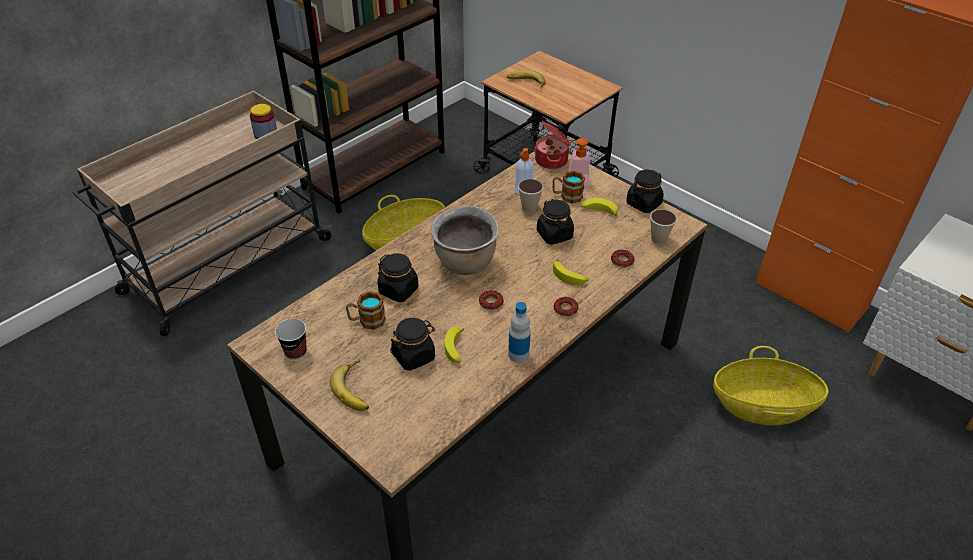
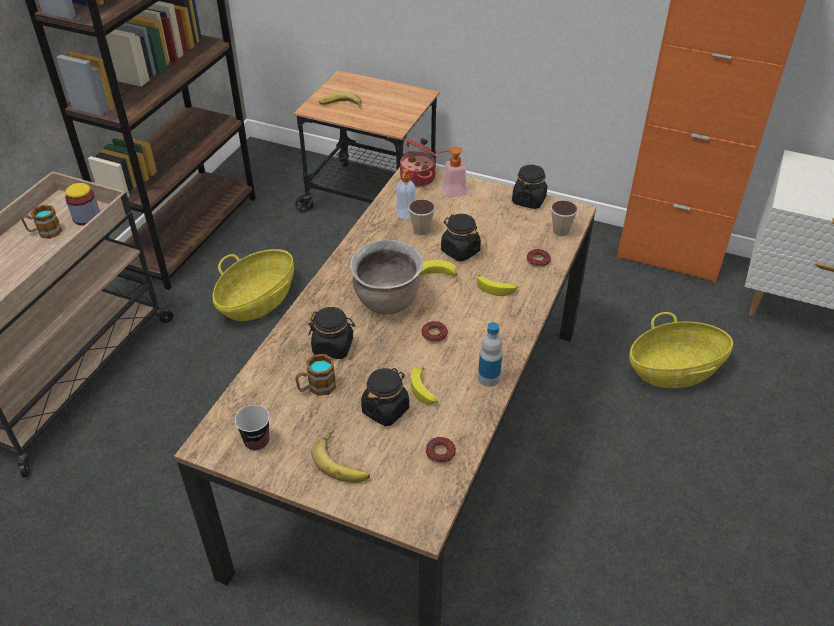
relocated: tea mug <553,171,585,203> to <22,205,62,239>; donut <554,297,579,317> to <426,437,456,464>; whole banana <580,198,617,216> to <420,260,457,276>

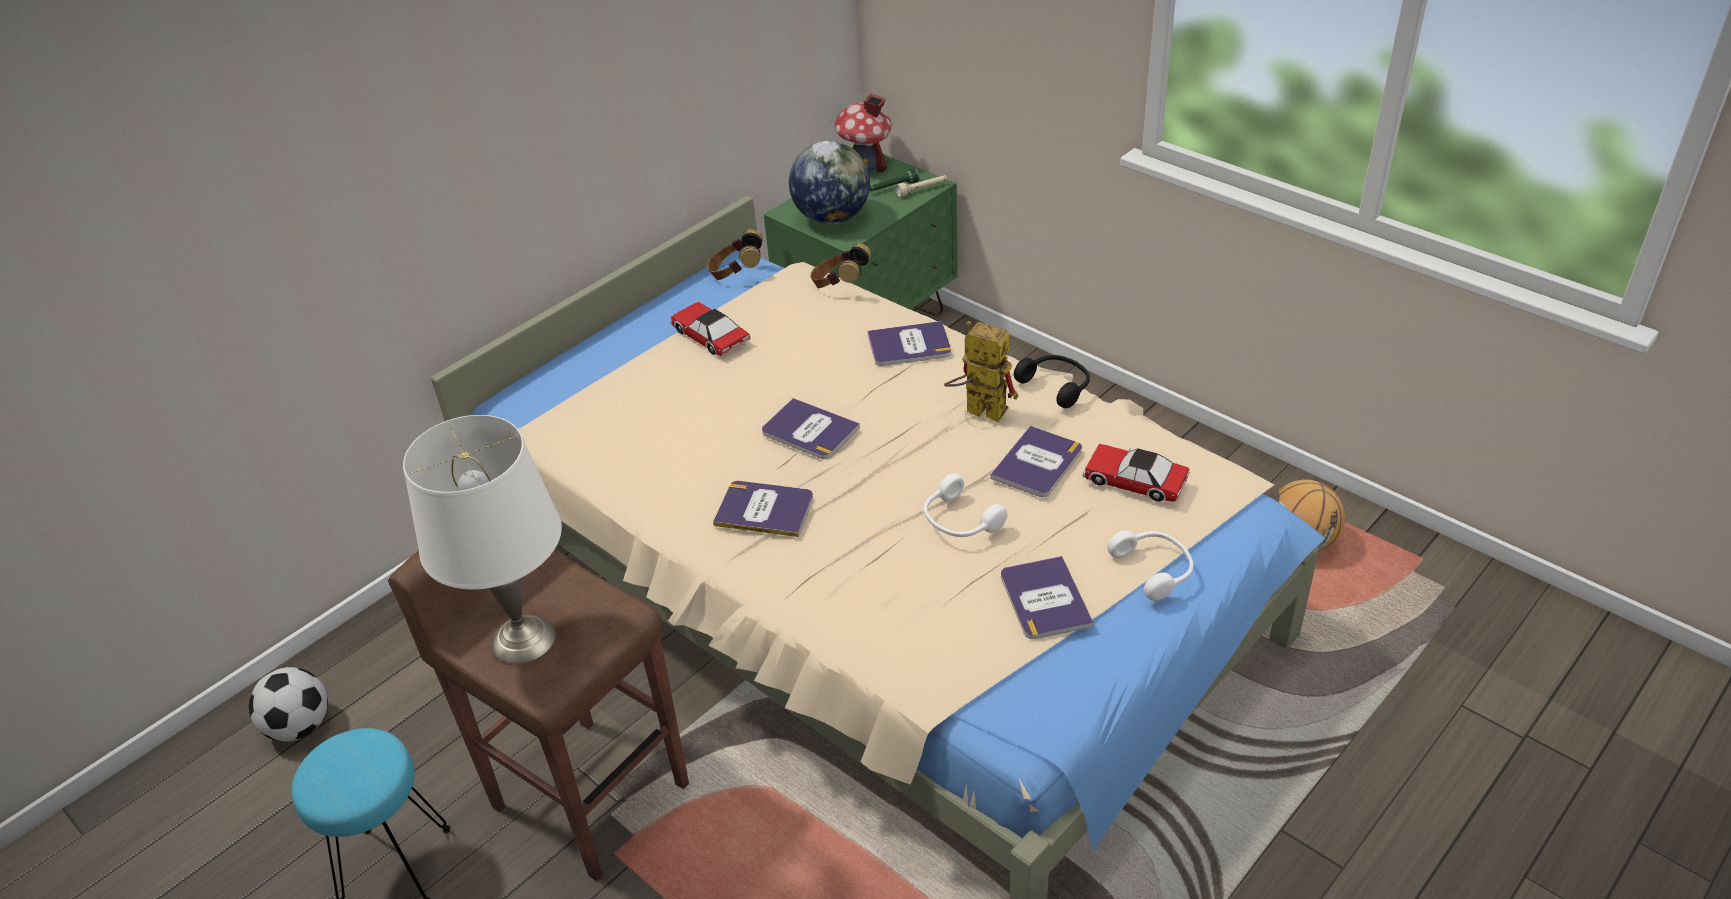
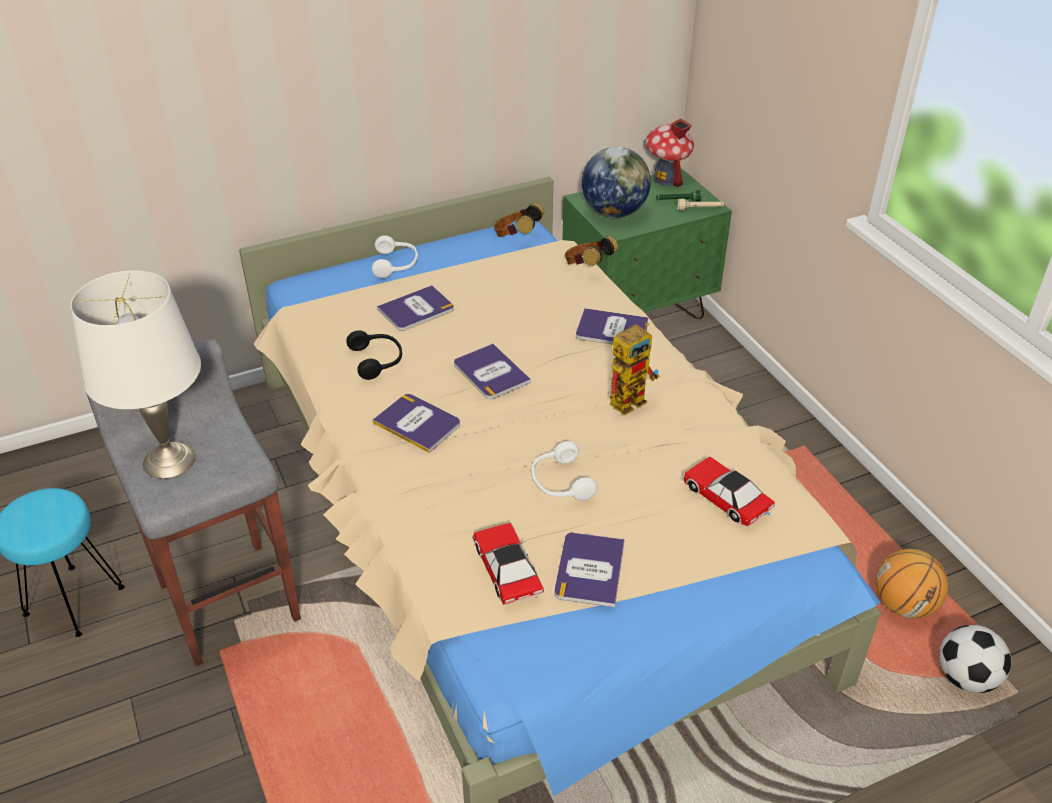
relocated: football <249,667,328,742> to <939,625,1011,693>; toy car <670,302,751,356> to <472,523,544,605>; volume <990,426,1082,497> to <377,285,454,331>; pair of headphones in black-coloured <1014,355,1090,408> to <346,330,402,380>; pair of headphones in whitish <1107,530,1193,601> to <372,235,418,278>
colour: stool in brown <388,547,689,881> to stool in gray <83,339,301,666>
spun: robot figure <944,321,1019,422> = <610,322,659,415> 90 degrees clockwise

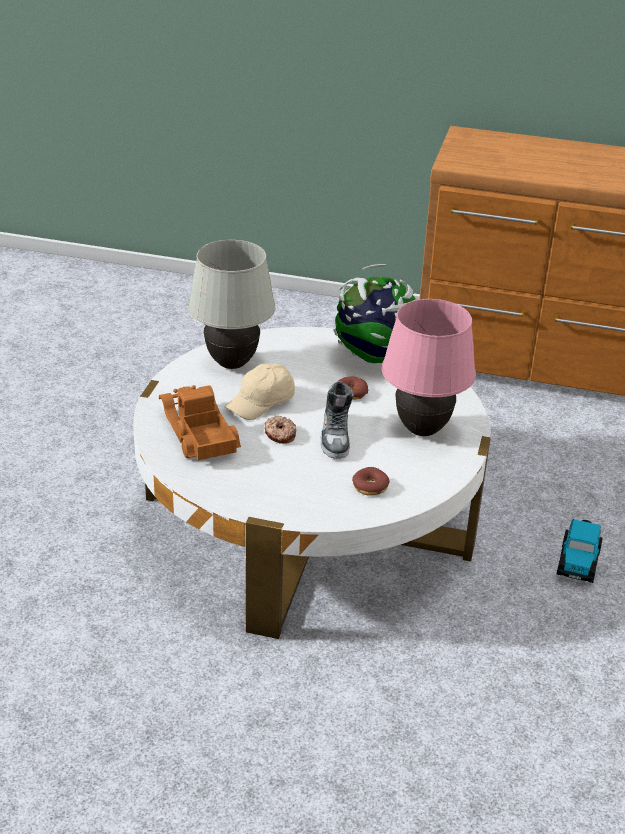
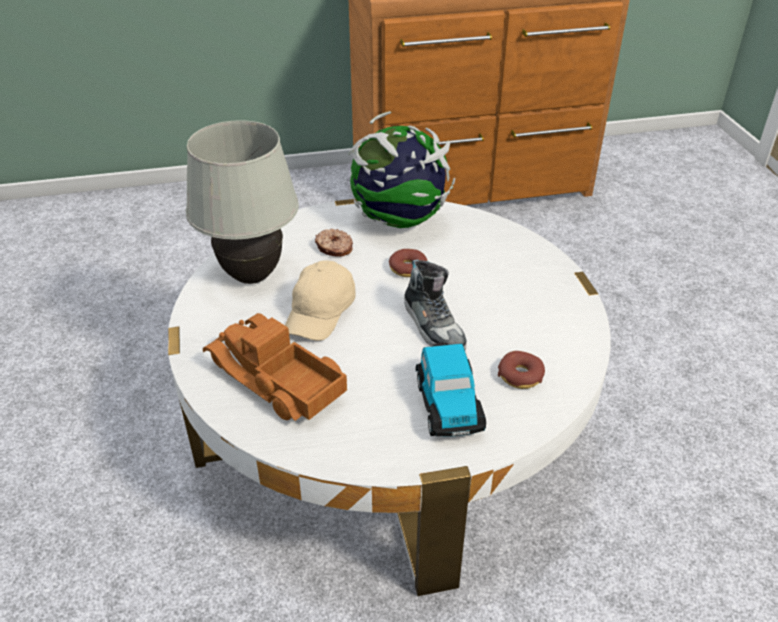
missing: table lamp in pink <382,299,476,436>
relocated: donut <265,416,296,444> to <315,229,353,257>; toy car <557,519,603,583> to <415,342,486,437>

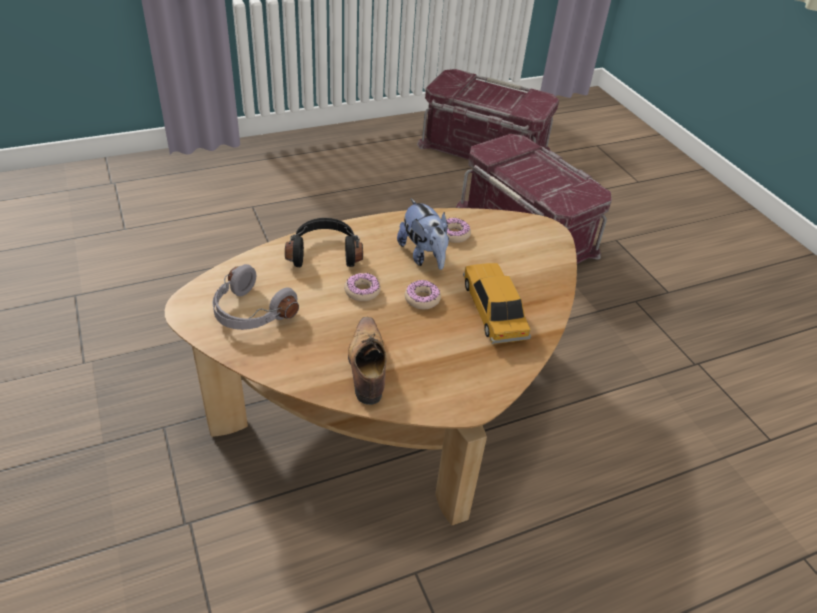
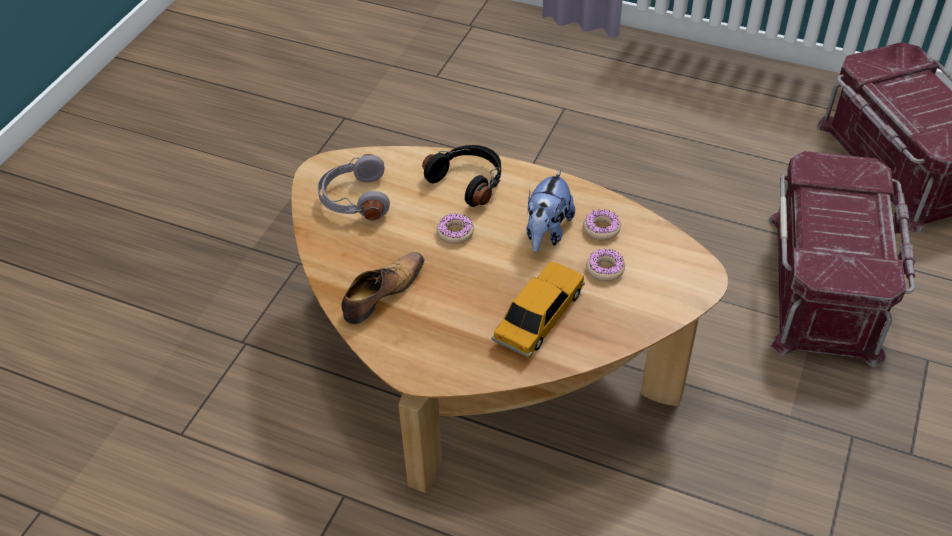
relocated: donut <405,280,441,309> to <586,249,625,281>

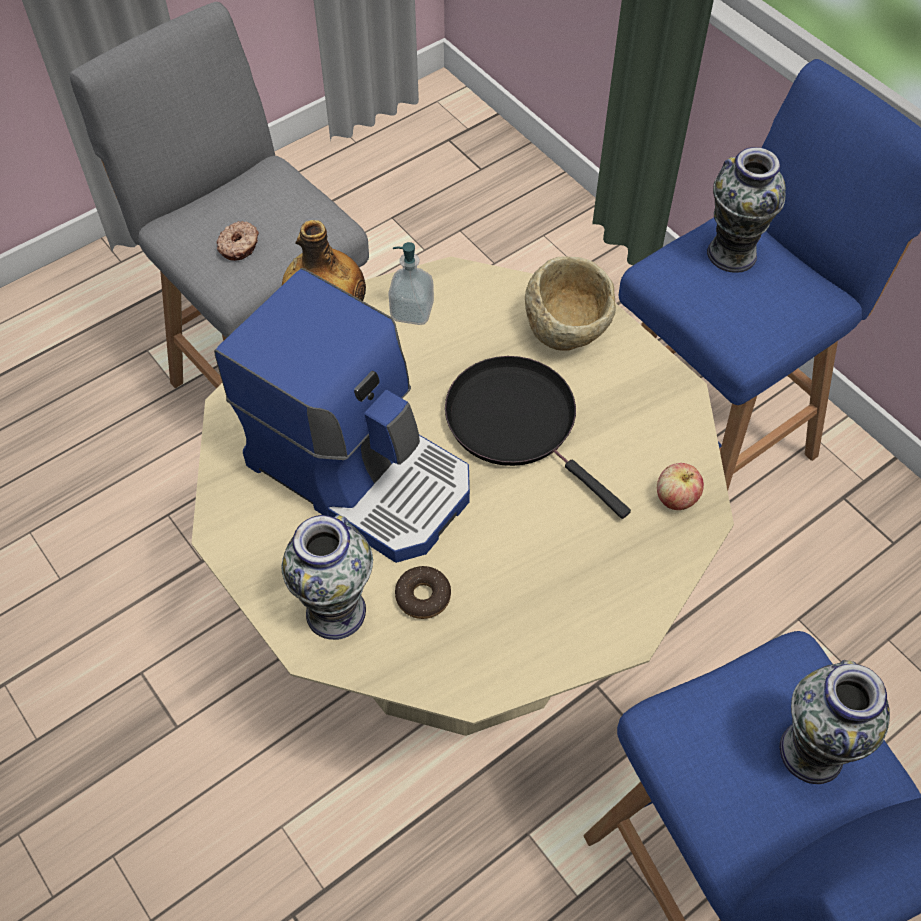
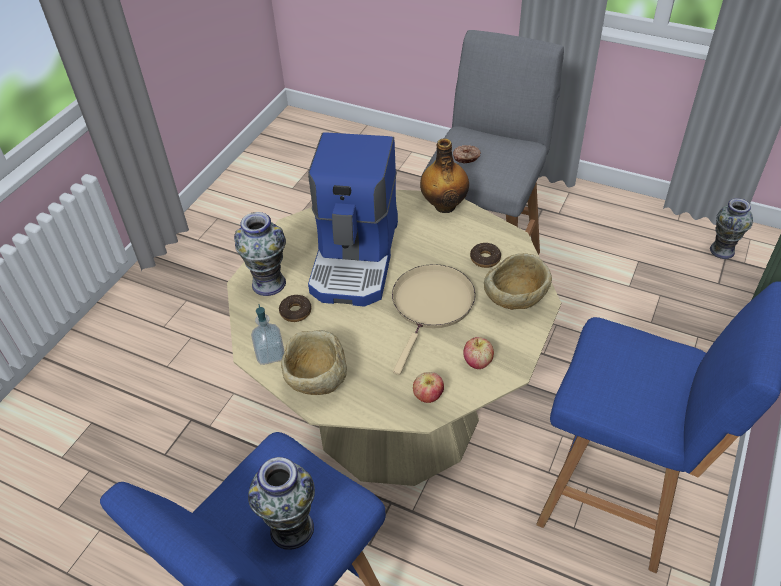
appeared: bowl in beige-coloured <281,330,347,395>; apple fruit <463,337,494,369>; donut <470,243,501,268>
relocated: liquid soap bottle <388,242,434,325> to <251,304,285,365>; decorative vase <707,147,786,273> to <710,198,753,259>
colour: pan in black-coloured <445,356,631,519> to pan in beige-coloured <392,264,475,375>

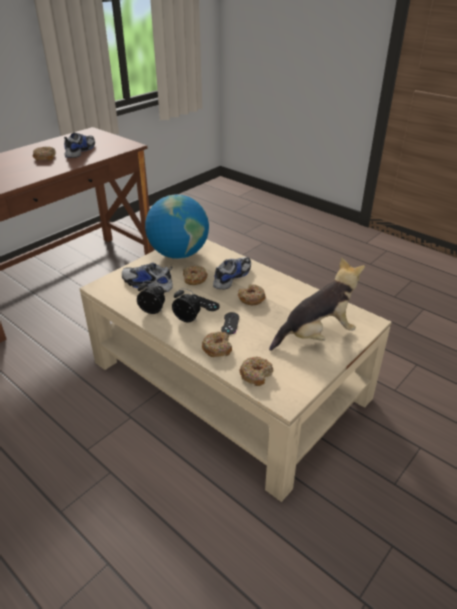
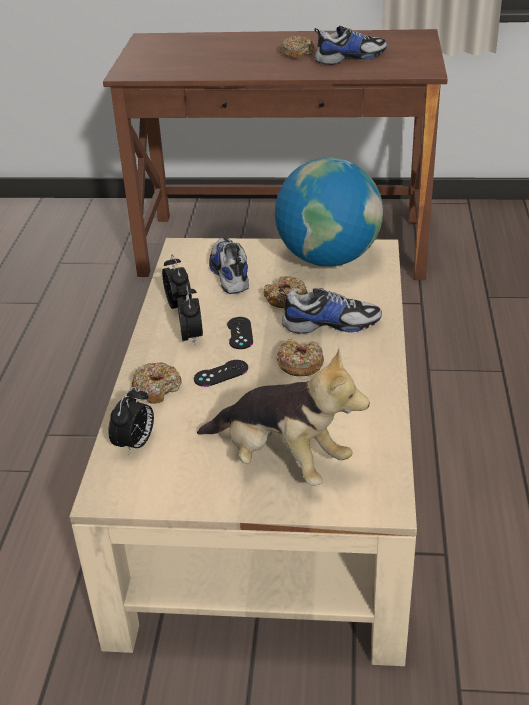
exchanged: donut <239,357,274,386> to alarm clock <108,387,154,455>

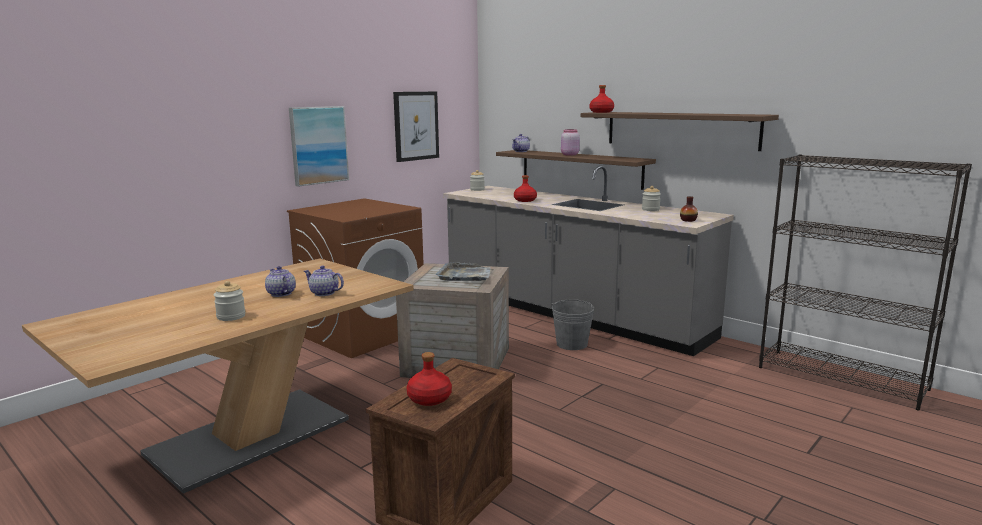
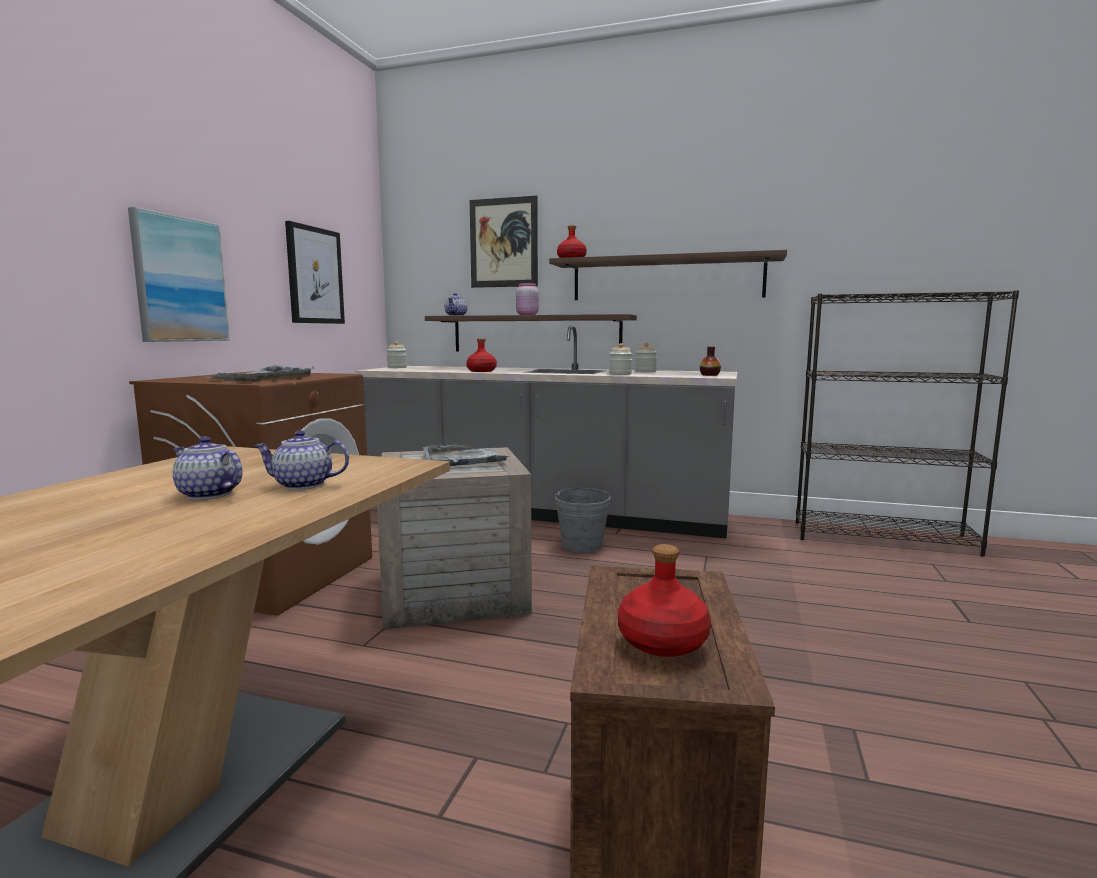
appeared: serving tray in gray <206,365,314,382>; wall picture <470,196,538,288>
relocated: storage jar <214,281,246,321> to <609,343,632,375>

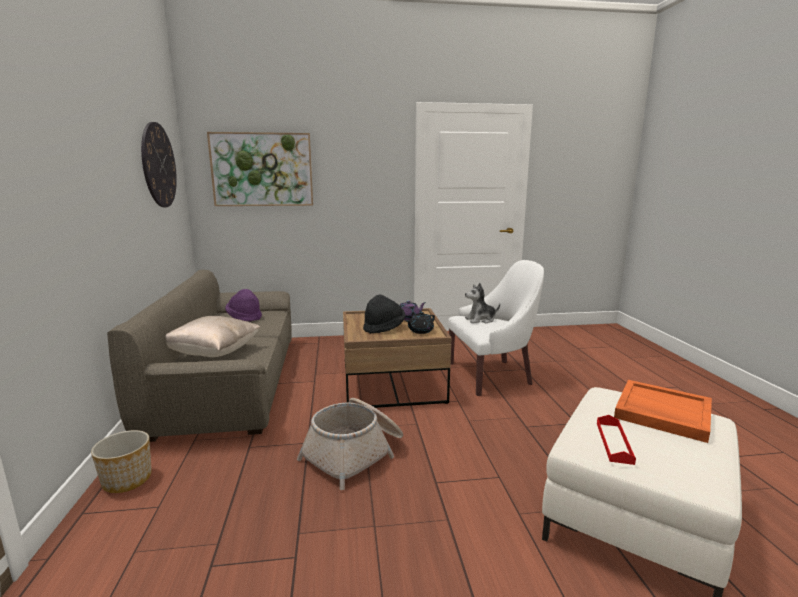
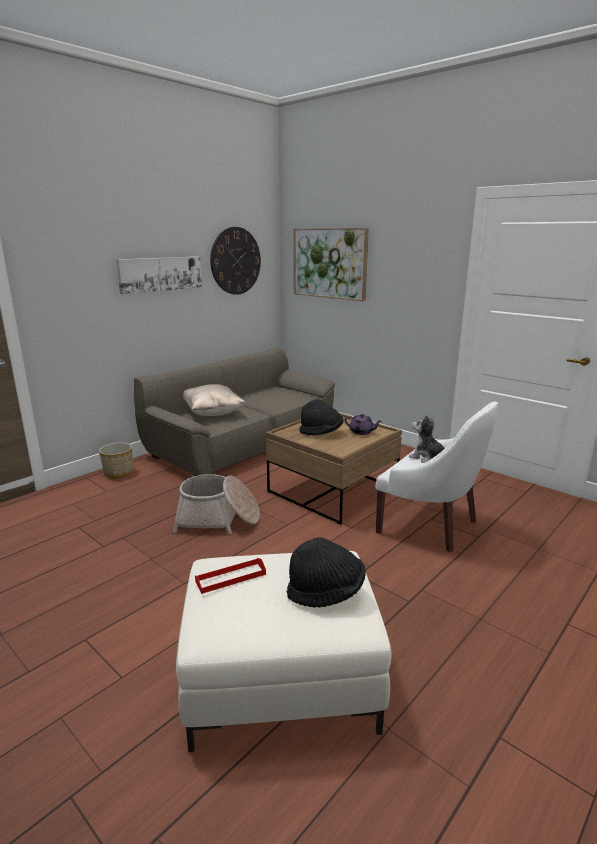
missing: clothing hat in purple-coloured <225,289,262,322>; teapot in black-coloured <406,312,435,334>
appeared: wall picture <116,256,202,294>
exchanged: serving tray in orange <614,380,712,443> to clothing hat in black-coloured <287,537,366,608>

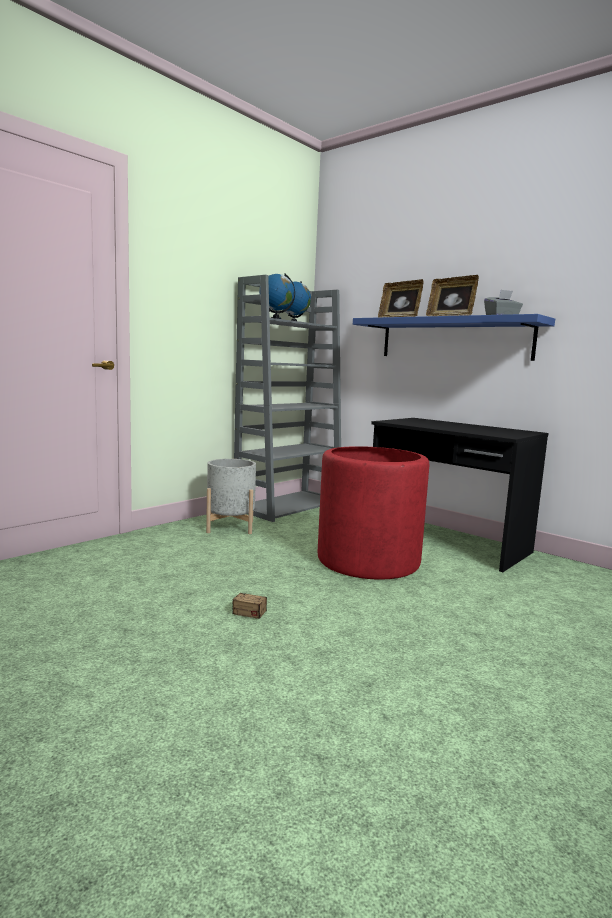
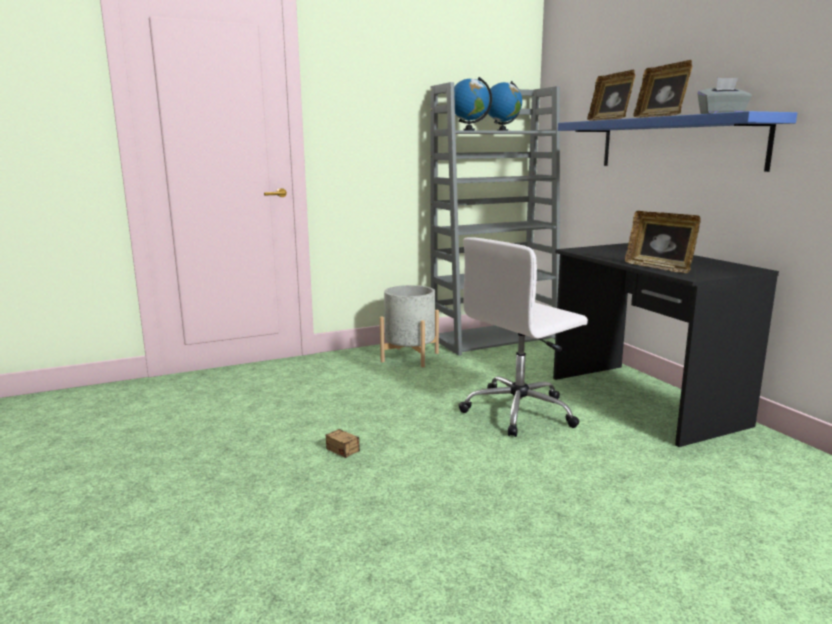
appeared: picture frame <625,211,700,273>
exchanged: plant pot in reddish <318,446,429,579> to computer chair in whitish <458,237,588,437>

